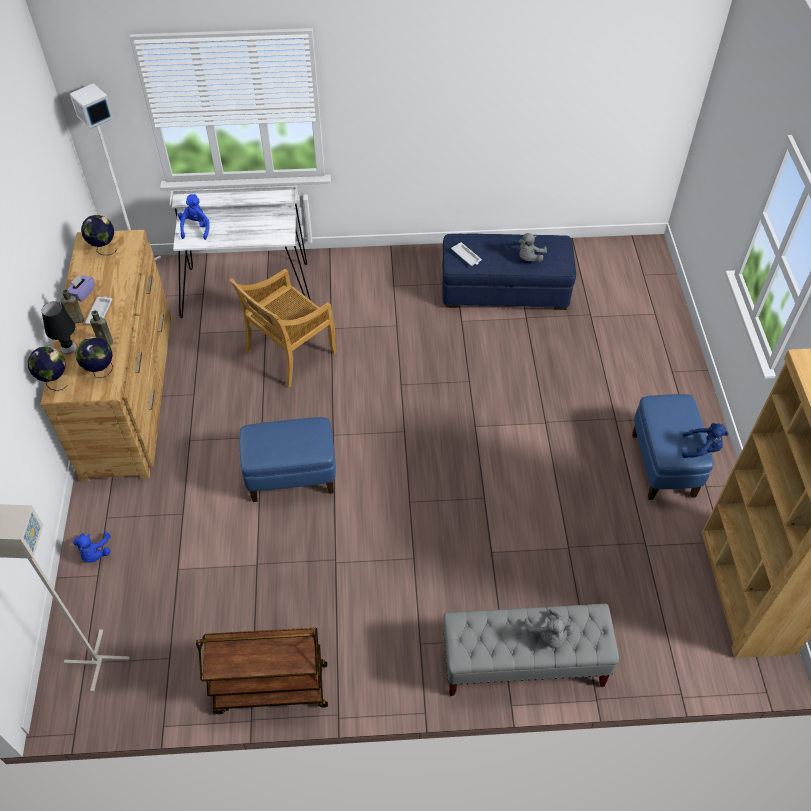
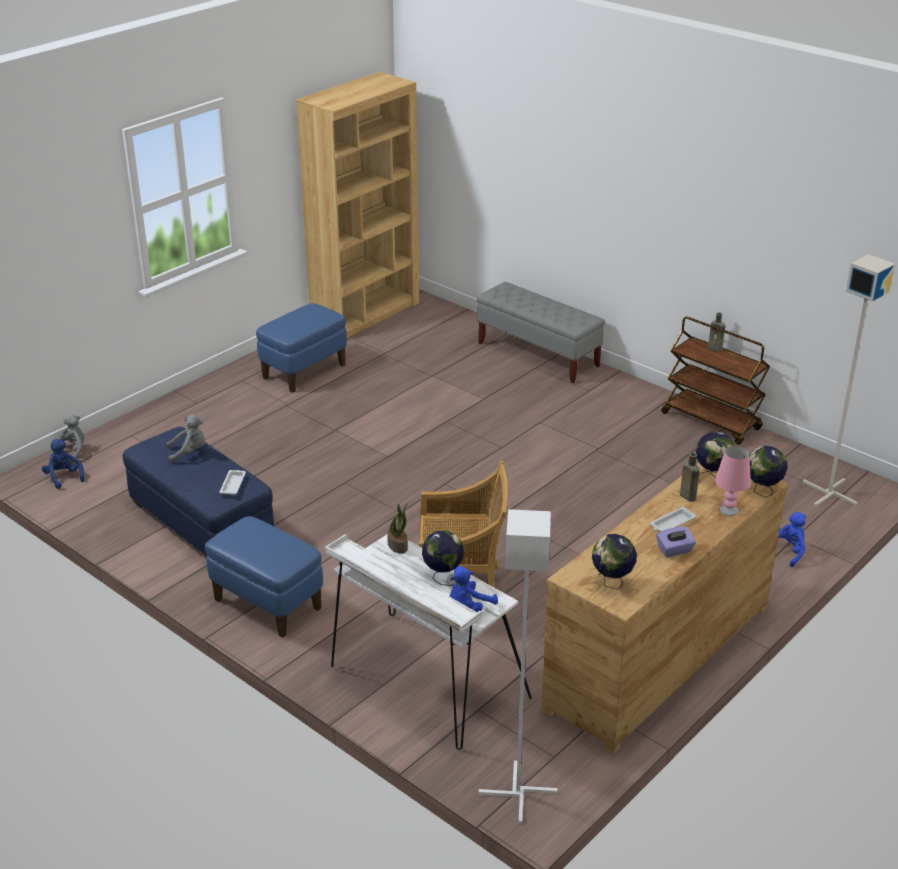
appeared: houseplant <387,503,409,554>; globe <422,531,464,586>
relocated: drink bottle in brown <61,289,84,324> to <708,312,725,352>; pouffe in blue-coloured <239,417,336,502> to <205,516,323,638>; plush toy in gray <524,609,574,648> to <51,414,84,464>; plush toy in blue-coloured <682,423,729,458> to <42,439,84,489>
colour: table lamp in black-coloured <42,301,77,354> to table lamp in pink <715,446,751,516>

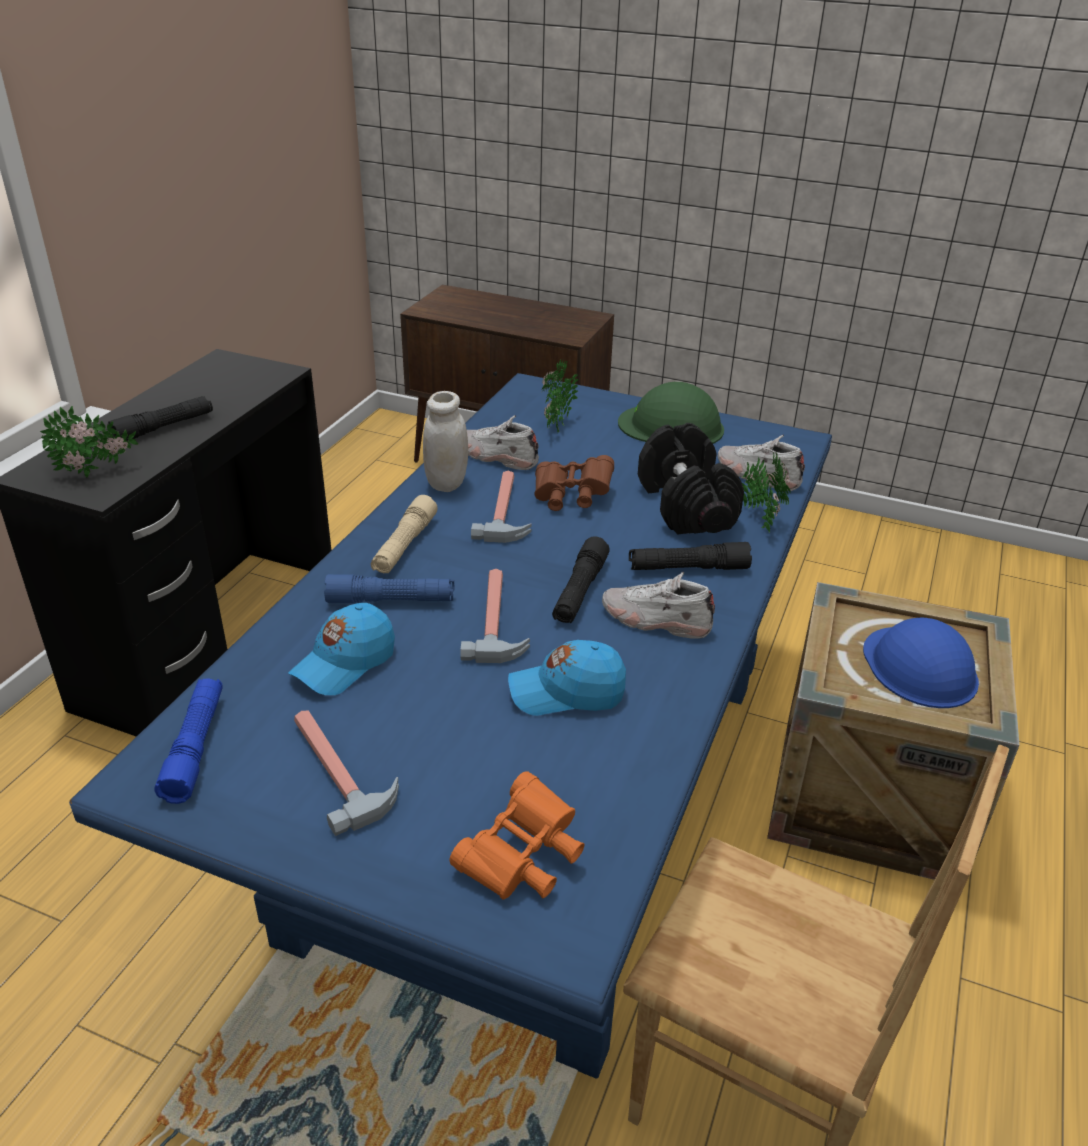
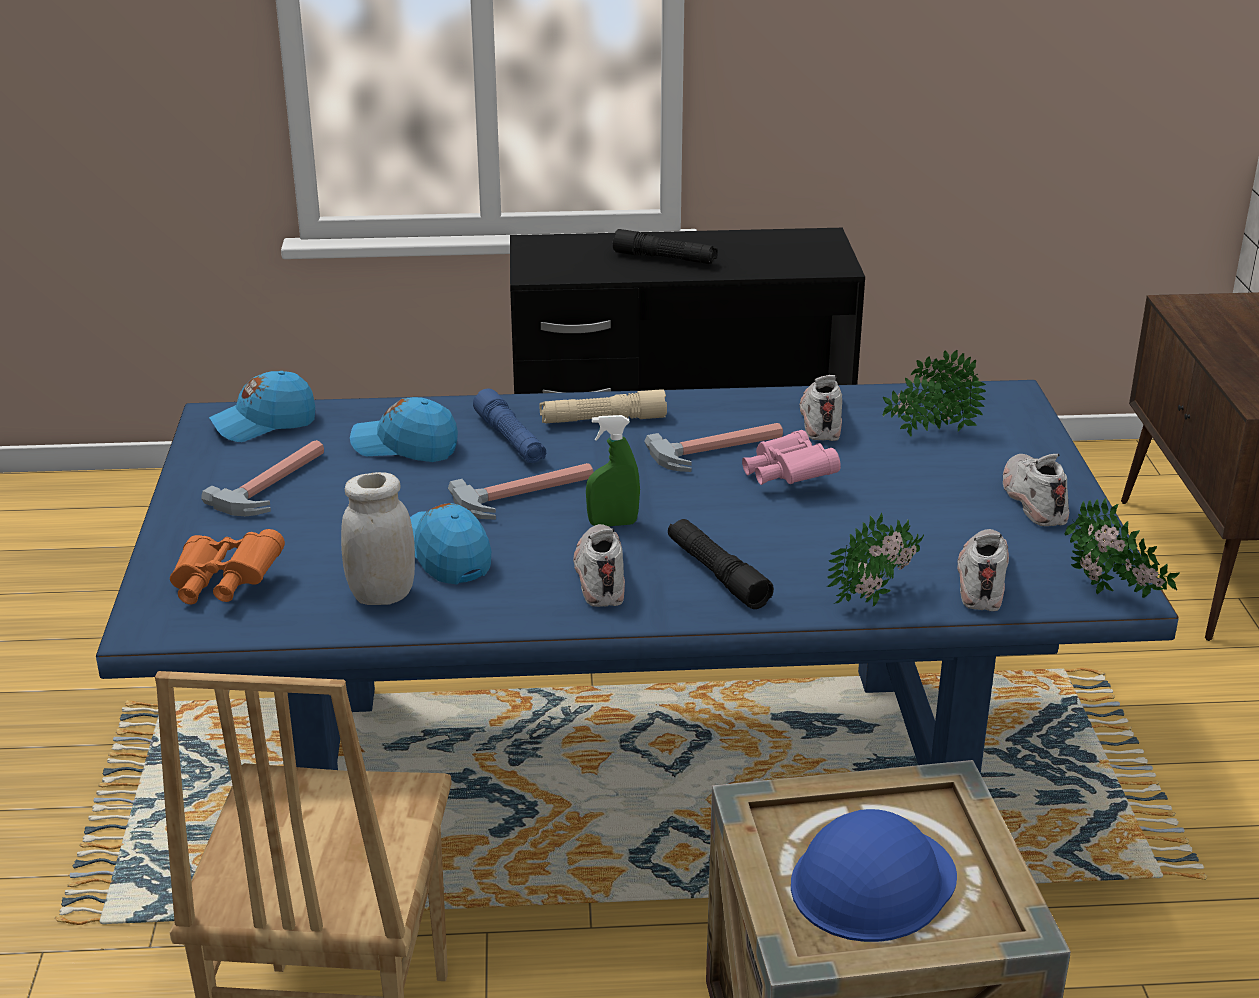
missing: hand weight in black-coloured <638,423,744,534>
relocated: houseplant <40,406,138,478> to <1065,498,1179,598>; storage jar in whitish <423,391,468,492> to <341,472,415,605>
exchanged: flashlight in blue-coloured <154,678,223,804> to baseball cap in blue-coloured <209,371,315,442>; flashlight in black-coloured <552,536,609,623> to spray bottle in greenish <586,415,640,526>; safety helmet in greenish <618,382,724,444> to shoe in whitish <1003,454,1069,526>
colour: binoculars in brown <534,455,614,511> to binoculars in pink <742,430,841,485>

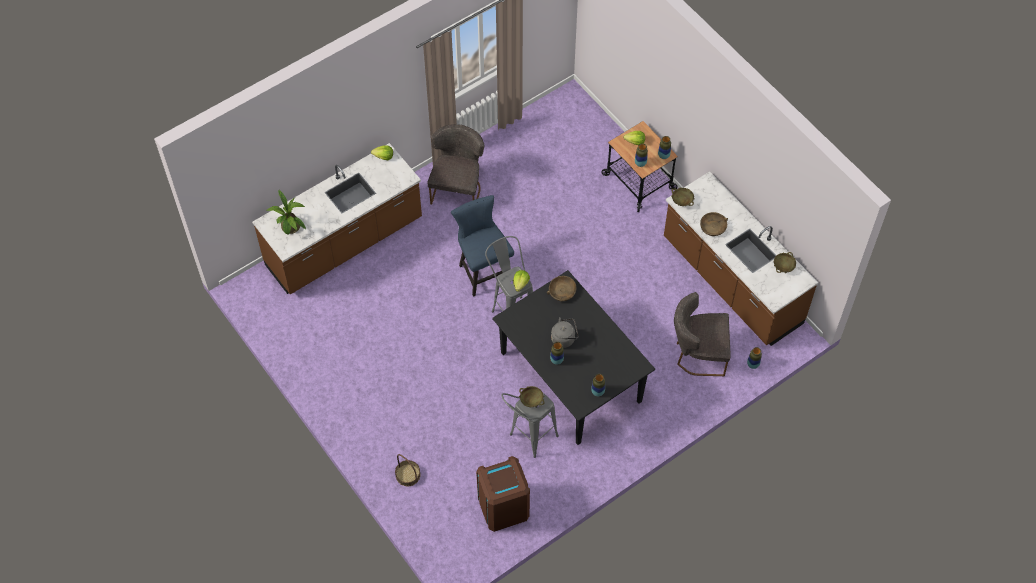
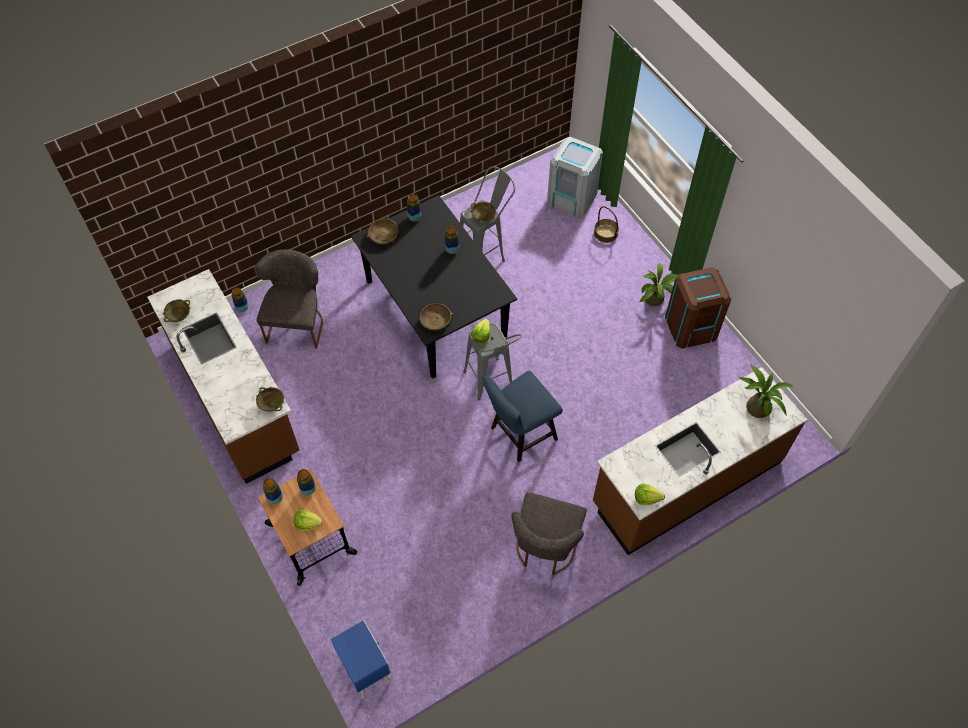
missing: kettle in gray <551,317,578,348>
appeared: bedside table in blue-coloured <331,620,391,699>; waste bin in gray <547,137,603,218>; houseplant <639,264,677,306>
relocated: waste bin in brown <476,456,530,532> to <665,267,731,349>; bowl in brown <700,212,728,236> to <366,219,398,245>
spun: upright chair in blue-coloured <451,195,514,297> = <482,370,563,462> 75 degrees clockwise; upright chair in gray <674,292,730,376> = <255,249,323,349> 90 degrees counterclockwise

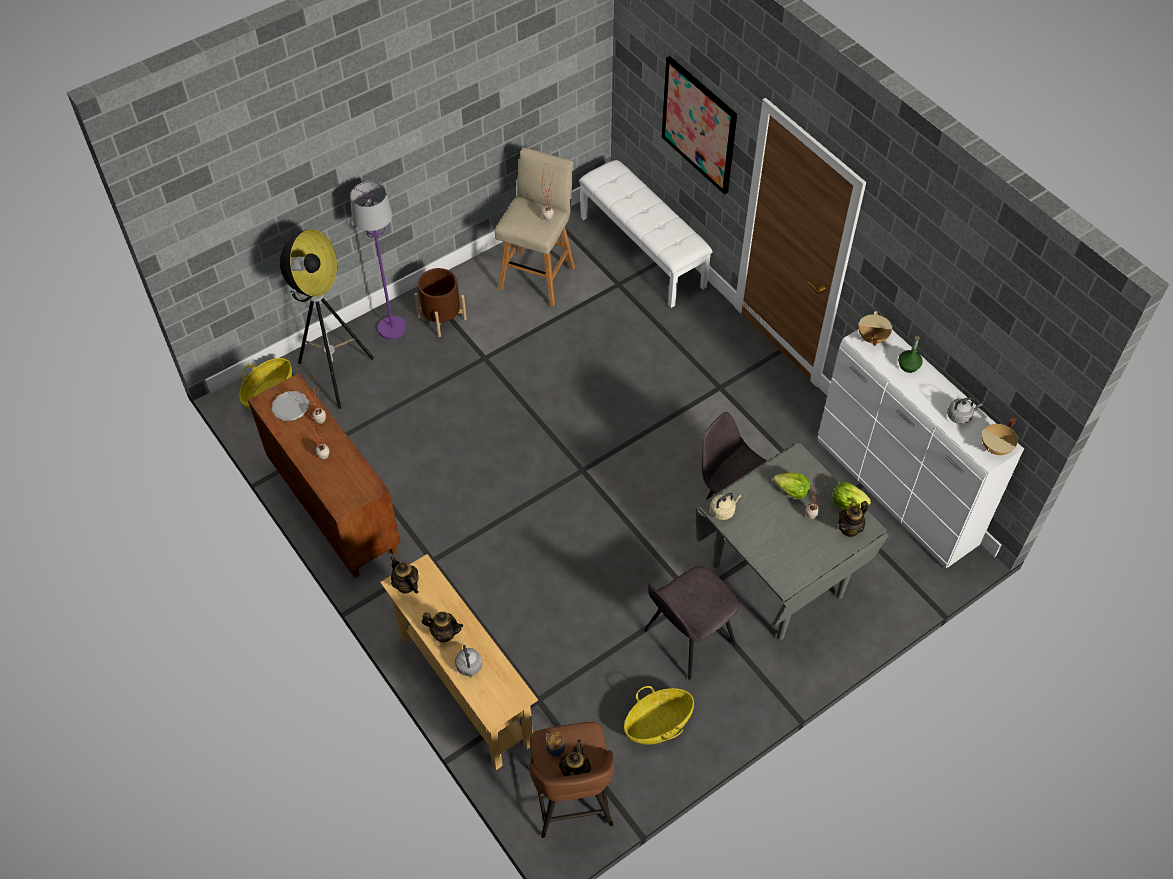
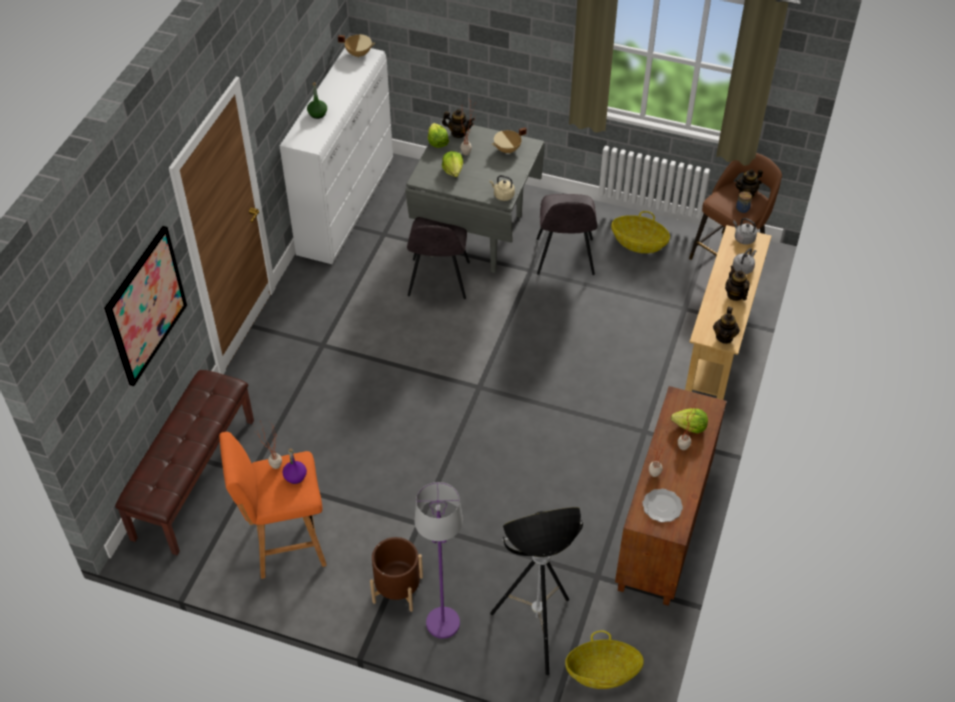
appeared: drink bottle in purple-coloured <282,448,307,484>; head of lettuce <671,408,708,433>
relocated: cooking pot in beige-coloured <858,311,892,346> to <492,127,526,154>; kettle in gray <947,397,982,424> to <733,218,757,245>
colour: stool in beige-coloured <494,147,575,306> to stool in orange <219,432,327,579>; indoor bench in whitish <579,160,713,308> to indoor bench in brown <115,370,254,555>
spun: upright chair in gray <644,566,740,680> = <536,194,598,275> 75 degrees clockwise

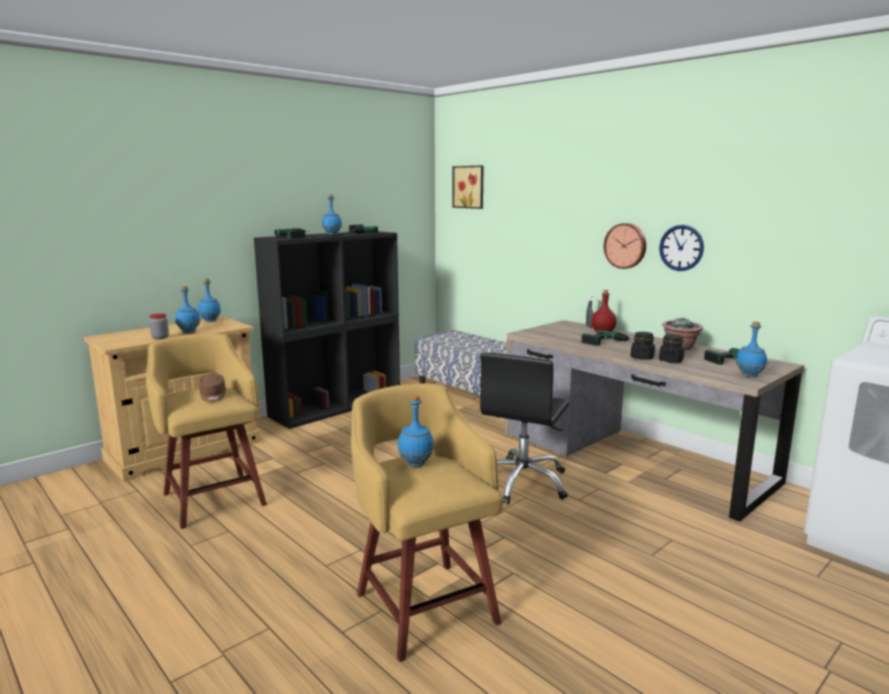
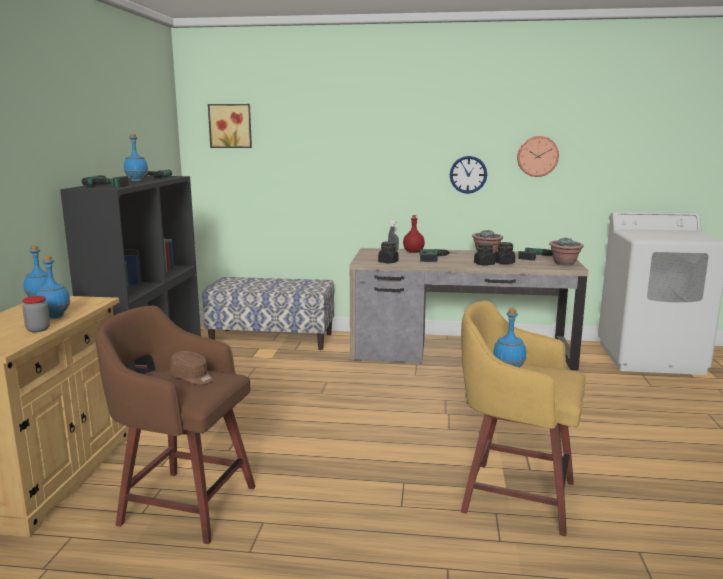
missing: computer chair in black-coloured <480,352,569,504>
appeared: storage jar in black-coloured <378,241,399,263>
relocated: wall clock <604,223,646,269> to <517,136,559,177>
exchanged: drink bottle in blue-coloured <736,321,767,377> to houseplant <549,237,584,266>
colour: stool in yellowish <146,333,267,529> to stool in brown <95,306,256,544>

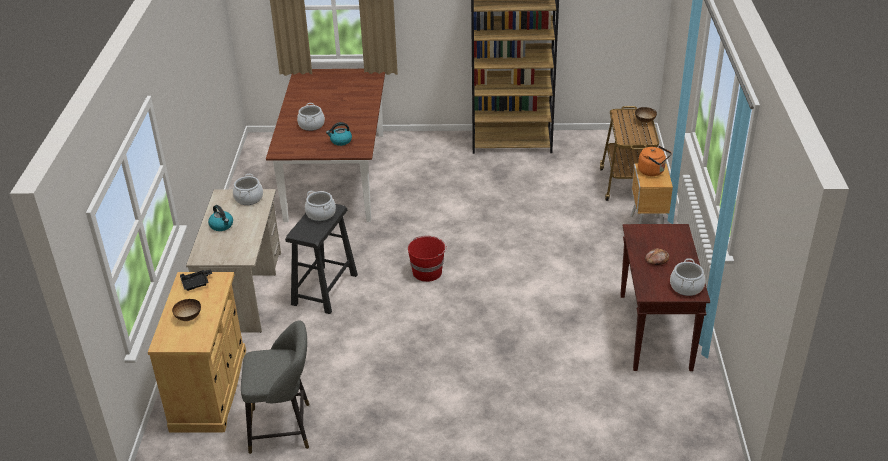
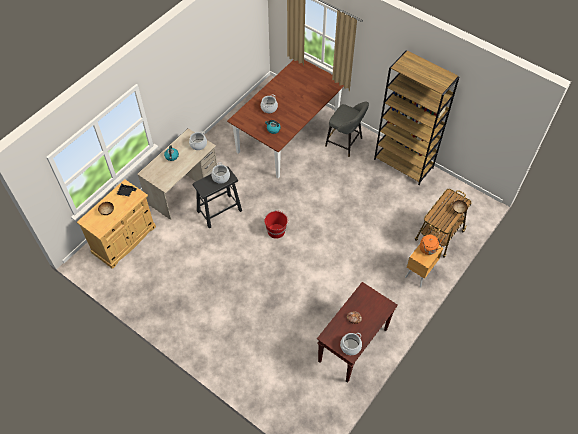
relocated: stool in gray <241,321,310,454> to <325,102,369,157>

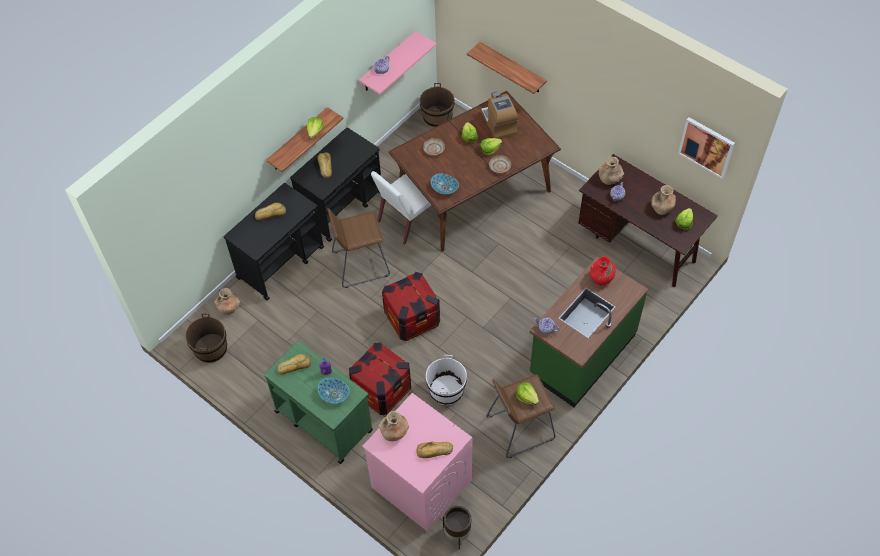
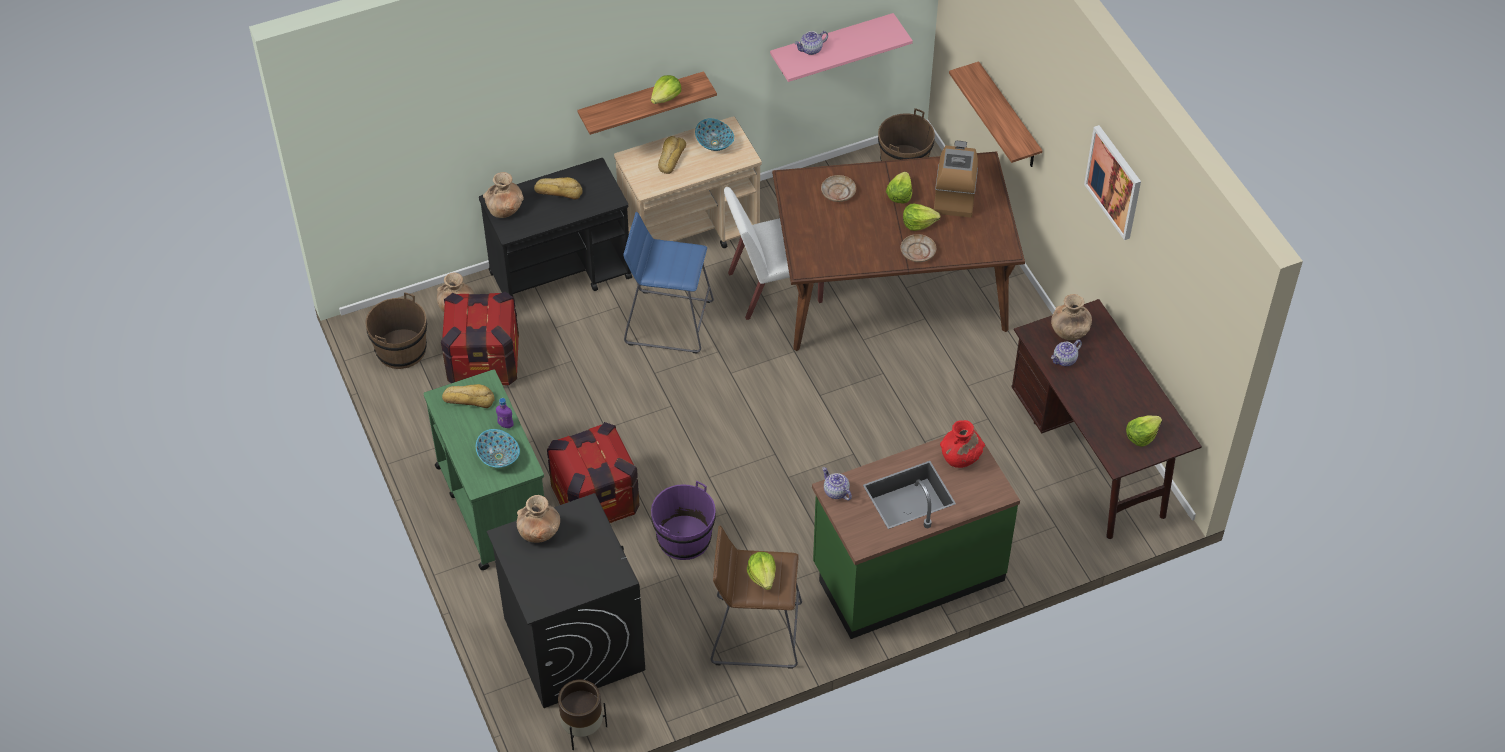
missing: bread <416,442,453,458>
relocated: packing crate <382,272,440,341> to <441,292,519,386>; bowl <431,173,459,194> to <695,118,734,151>; decorative vase in brown <651,185,676,215> to <483,172,523,218>; wall picture <678,117,735,179> to <1084,125,1141,240>
colour: wheeled cart in black-coloured <290,127,381,242> to wheeled cart in beige-coloured <614,116,762,248>; stool in brown <327,208,390,288> to stool in blue-coloured <623,212,714,353>; laundry machine in pink <362,393,473,532> to laundry machine in black-coloured <487,493,645,708>; bucket in whitish <426,355,467,405> to bucket in purple-coloured <651,481,716,560>

